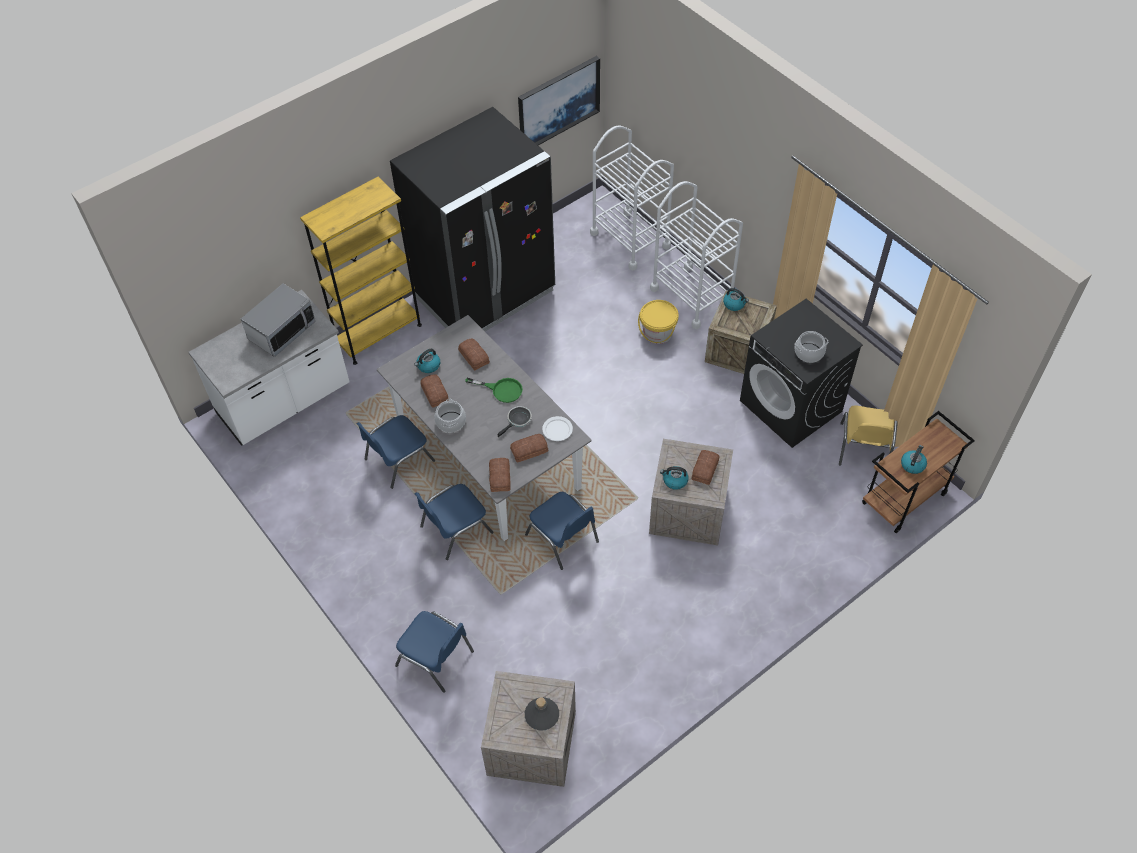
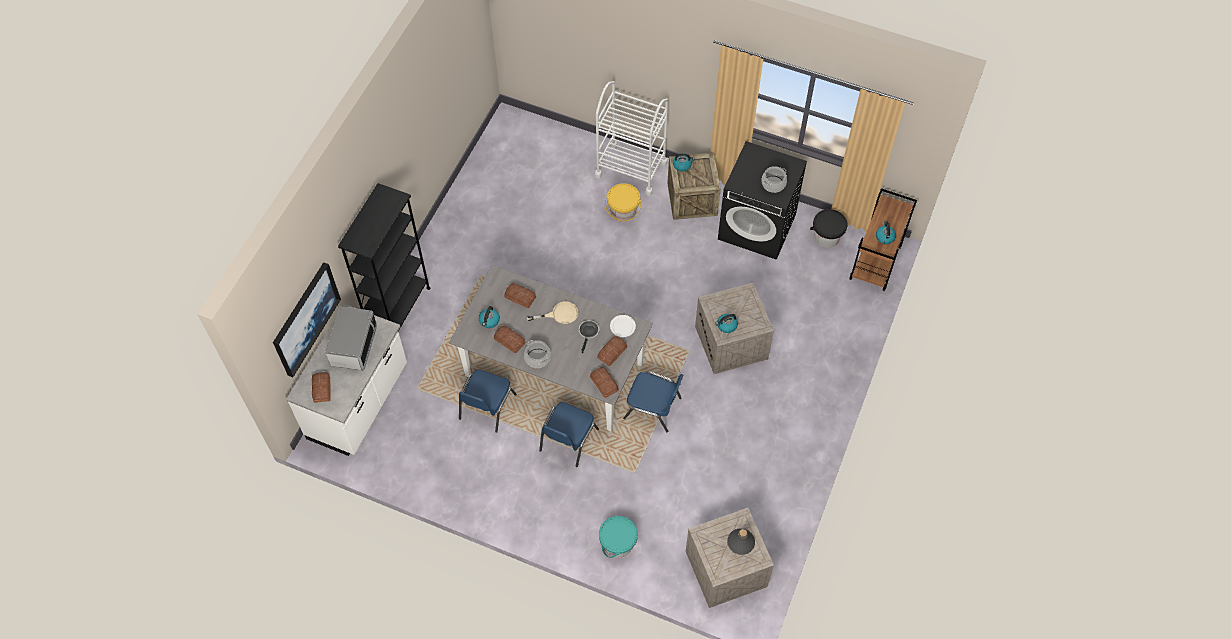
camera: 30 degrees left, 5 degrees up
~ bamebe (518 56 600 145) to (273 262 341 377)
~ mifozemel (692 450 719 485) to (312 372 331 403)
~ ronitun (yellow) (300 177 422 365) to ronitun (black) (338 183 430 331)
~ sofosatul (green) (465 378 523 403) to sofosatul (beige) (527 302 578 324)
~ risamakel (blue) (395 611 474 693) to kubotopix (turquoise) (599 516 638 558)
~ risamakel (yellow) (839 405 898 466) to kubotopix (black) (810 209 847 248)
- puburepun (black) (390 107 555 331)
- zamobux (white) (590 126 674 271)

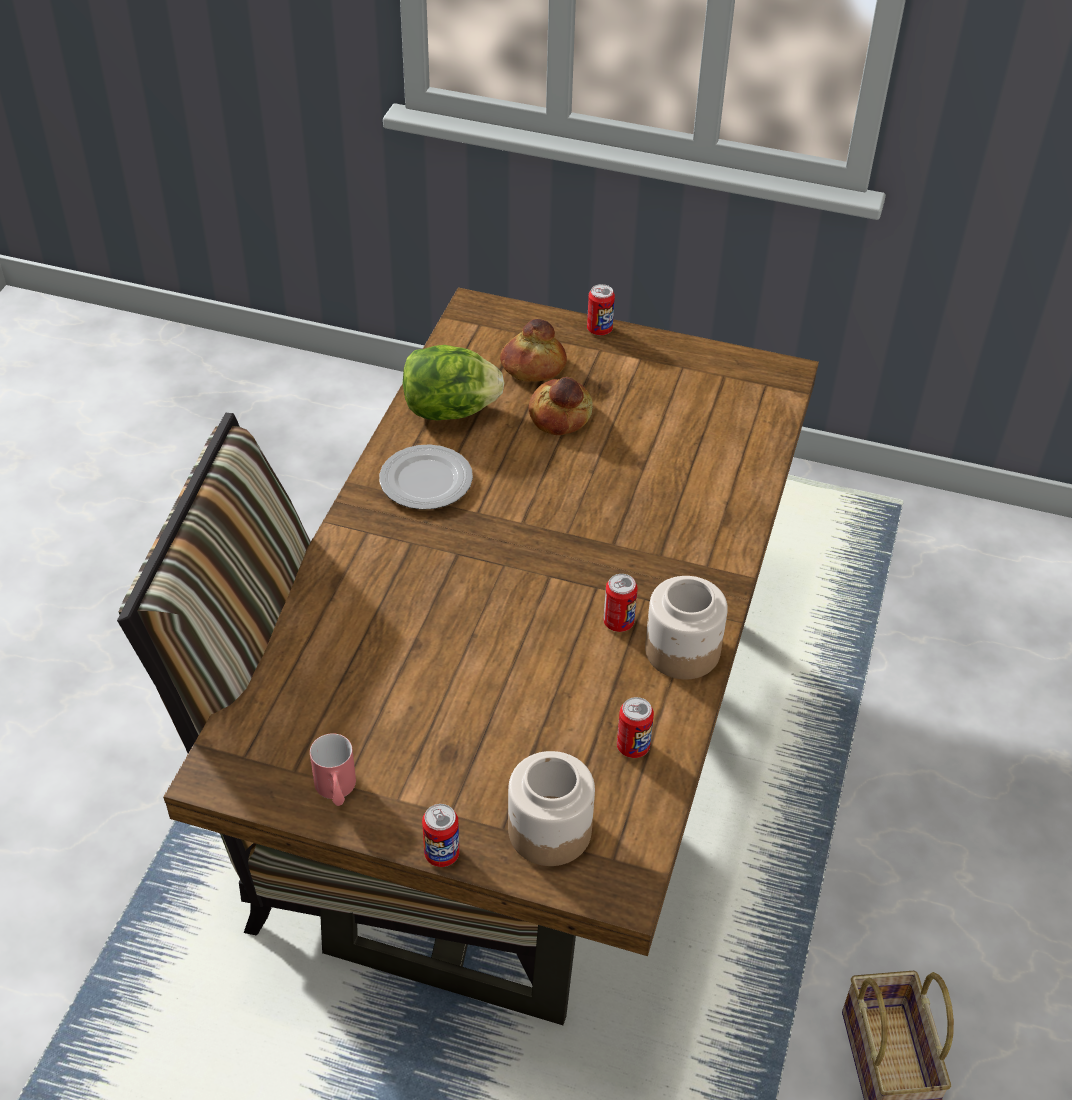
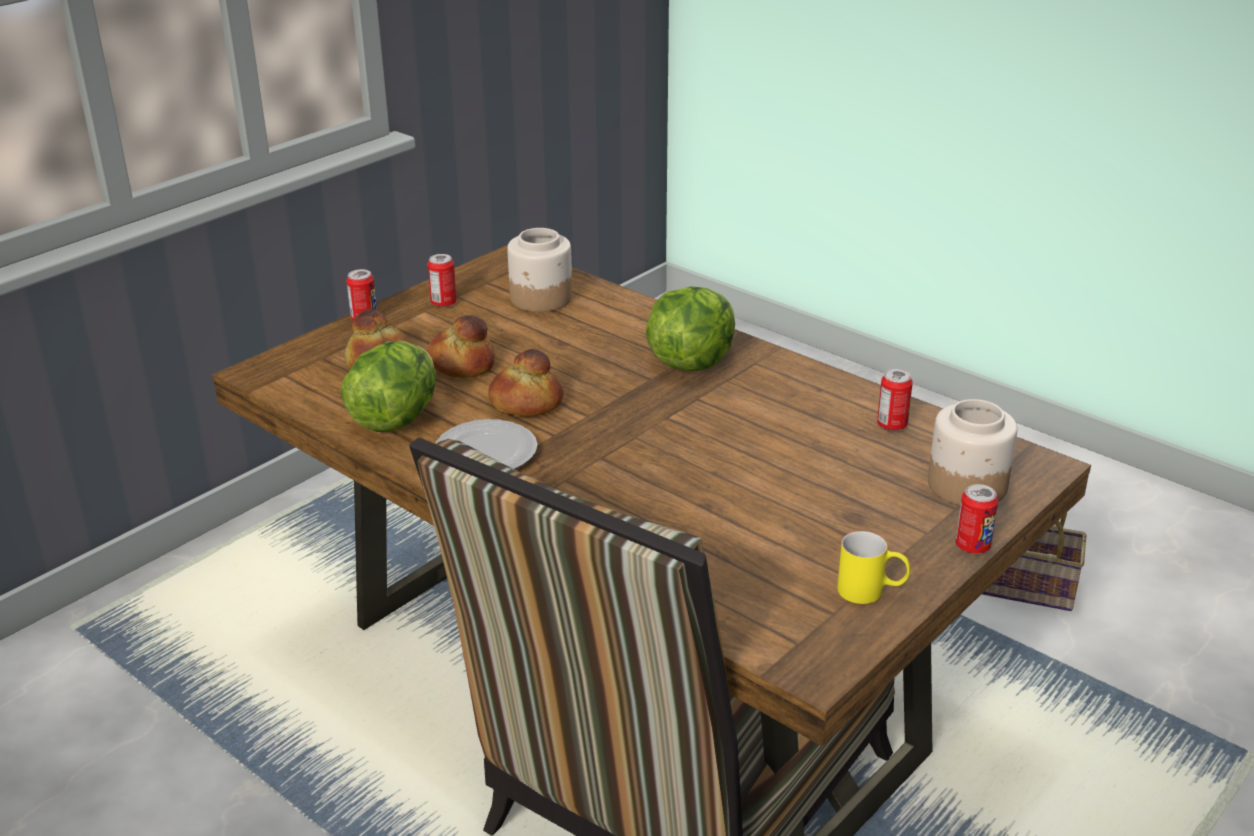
camera: 65 degrees left, 15 degrees down
~ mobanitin (603 574 638 632) to (428 254 457 307)
+ mifozemel (488 349 564 417)
~ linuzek (645 576 728 679) to (507 228 572 312)
+ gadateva (646 286 735 372)
~ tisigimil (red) (310 733 356 806) to tisigimil (yellow) (837 531 910 604)

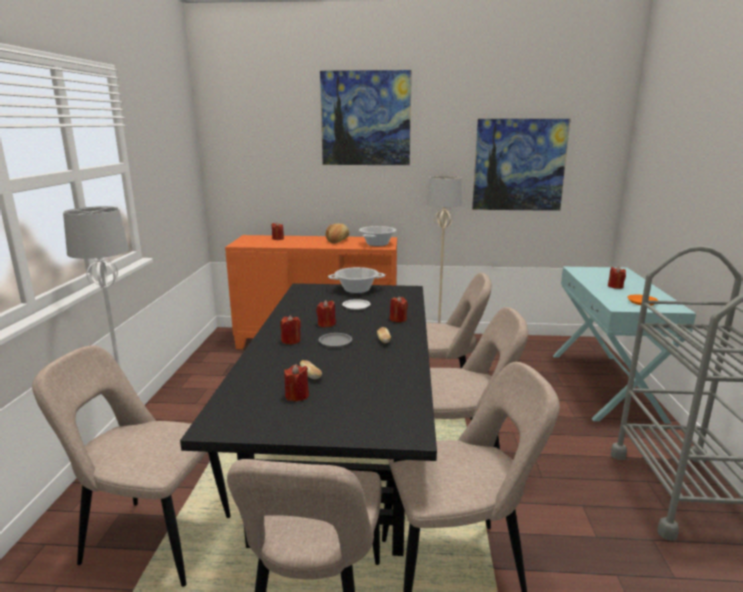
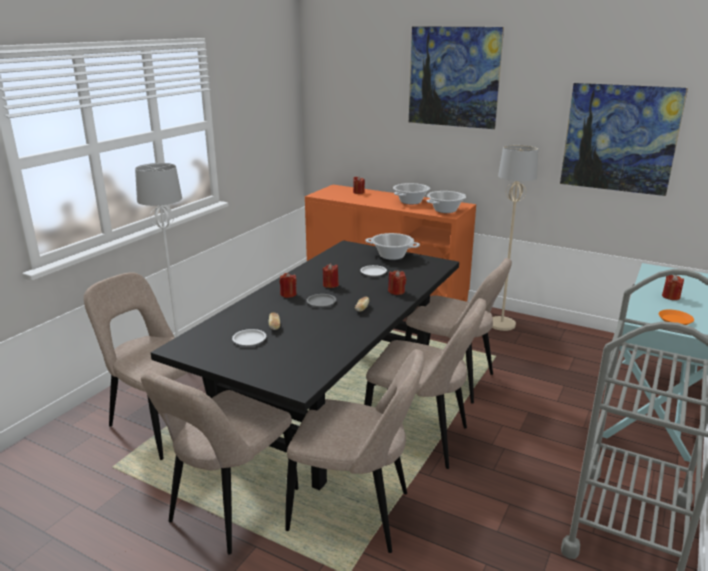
camera: 25 degrees right, 5 degrees up
~ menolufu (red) (284 364 309 401) to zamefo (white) (232 329 266 346)
~ mifozemel (326 223 349 244) to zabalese (393 183 430 204)

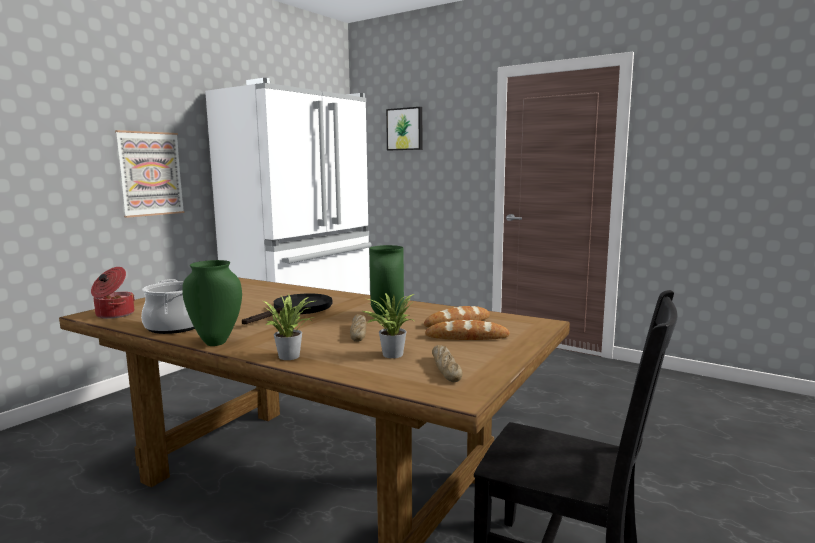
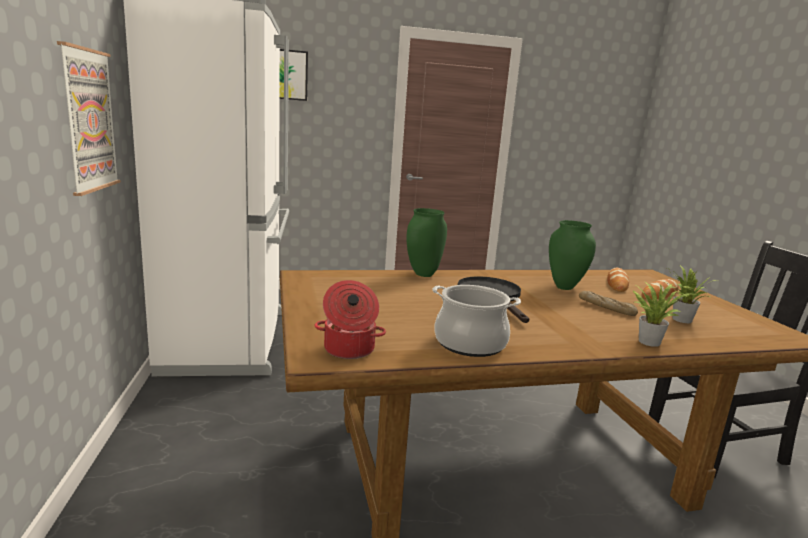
camera: 45 degrees left, 5 degrees up
~ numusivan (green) (182 260 242 346) to (406 208 447 277)
- mifozemel (432 345 463 382)

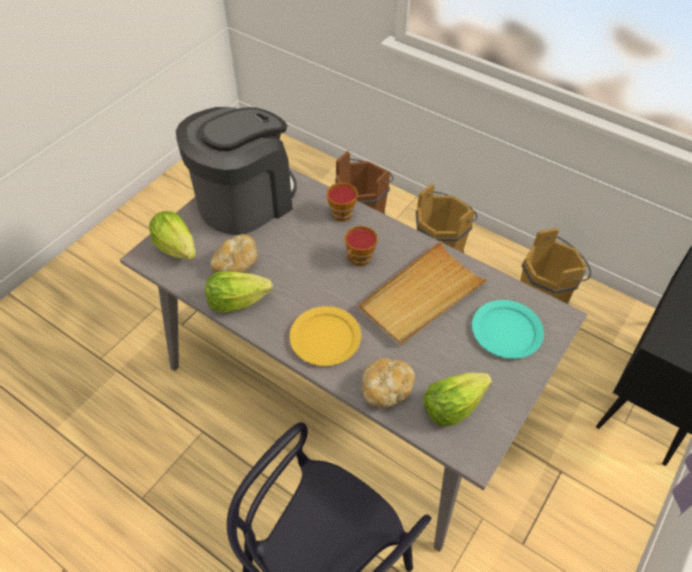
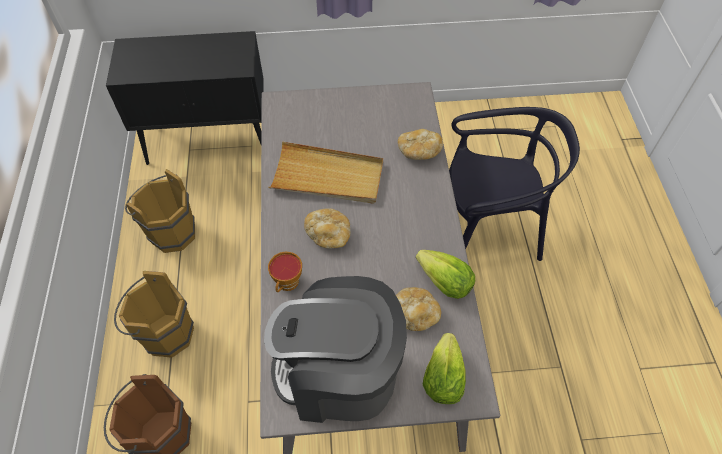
camera: 130 degrees left, 5 degrees up
~ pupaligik (345 226 378 266) to mifozemel (304 209 350 249)
- zamefo (yellow) (289 306 361 366)
- gadateva (424 373 492 426)
- zamefo (turquoise) (472 300 544 359)

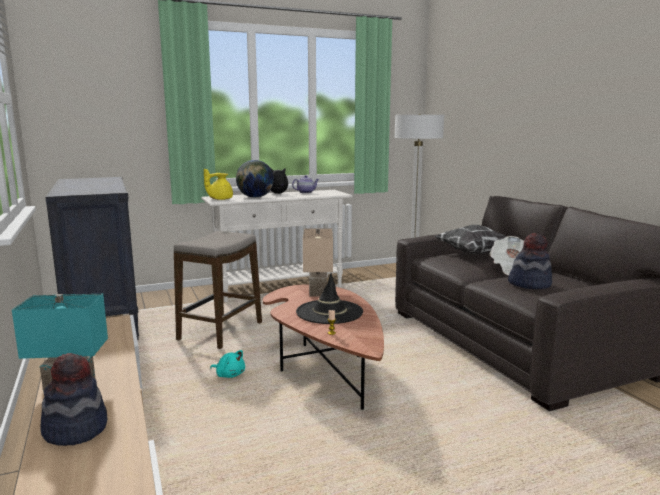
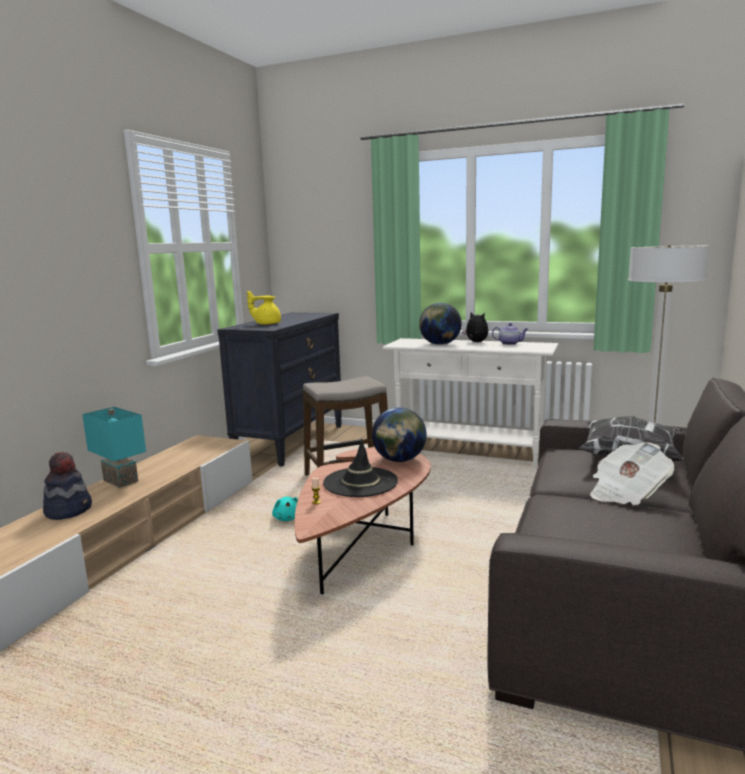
camera: 45 degrees right, 0 degrees up
~ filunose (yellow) (204 169 233 200) to (247 291 281 325)
~ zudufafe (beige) (303 228 333 297) to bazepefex (372 407 427 462)
- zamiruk (508 233 552 289)

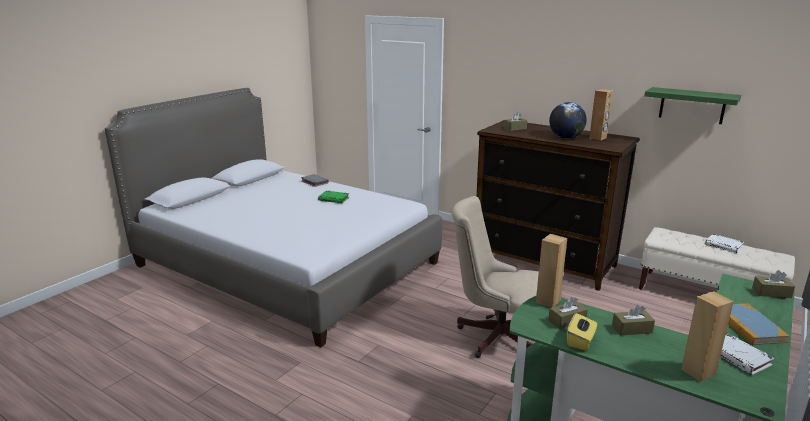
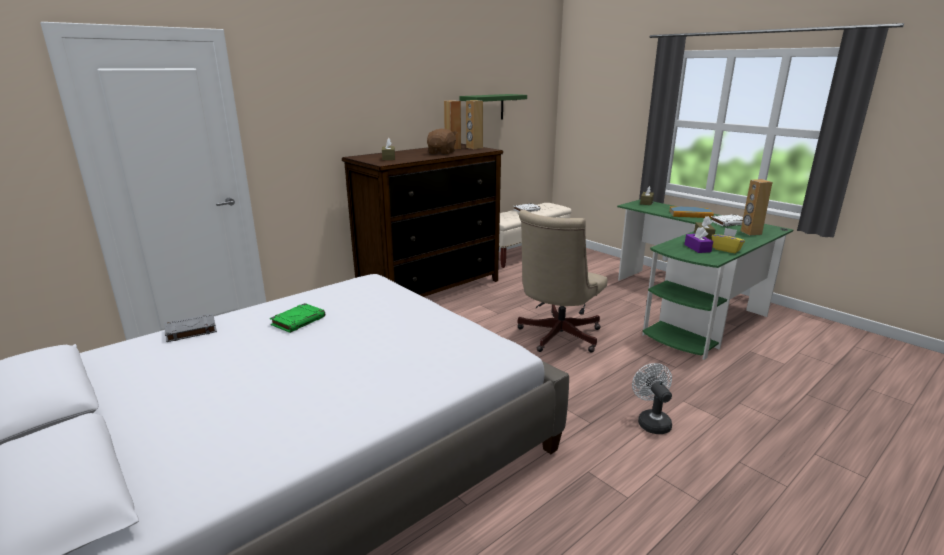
camera: 75 degrees left, 0 degrees up
~ bazepefex (549 102 587 139) to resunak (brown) (427 129 457 155)
~ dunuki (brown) (536 234 567 308) to (466 100 483 149)
+ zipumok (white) (632 363 672 434)
~ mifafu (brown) (548 297 588 329) to mifafu (purple) (684 227 713 253)

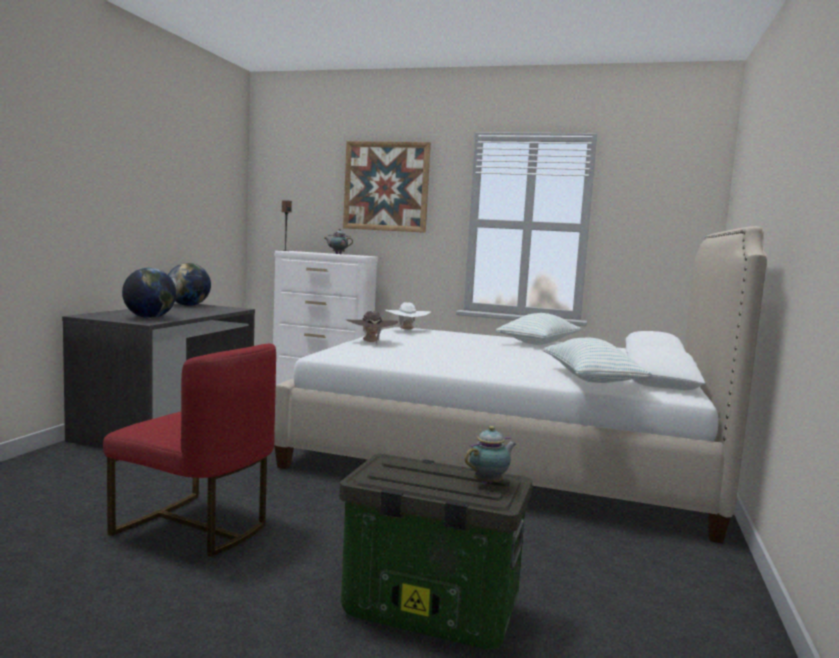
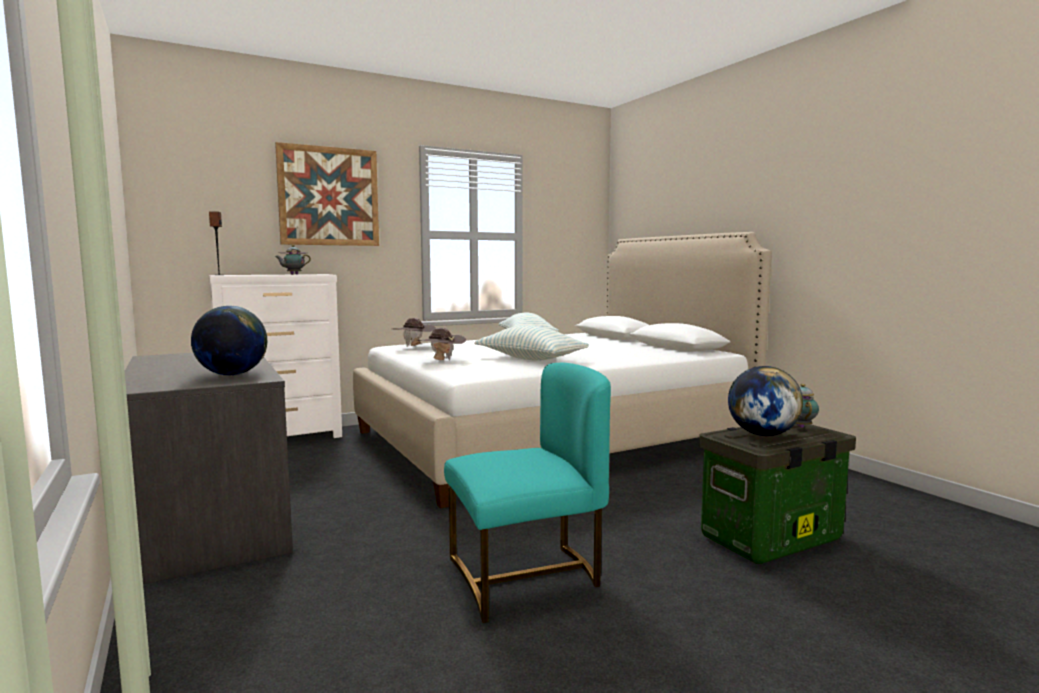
camera: 45 degrees left, 0 degrees up
~ zamiruk (white) (385 302 431 329) to zamiruk (brown) (394 318 436 346)
~ risamakel (red) (103 344 276 557) to risamakel (turquoise) (444 363 611 623)
~ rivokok (543 338 651 383) to (474 325 589 361)
~ bazepefex (168 263 211 306) to (728 366 803 436)

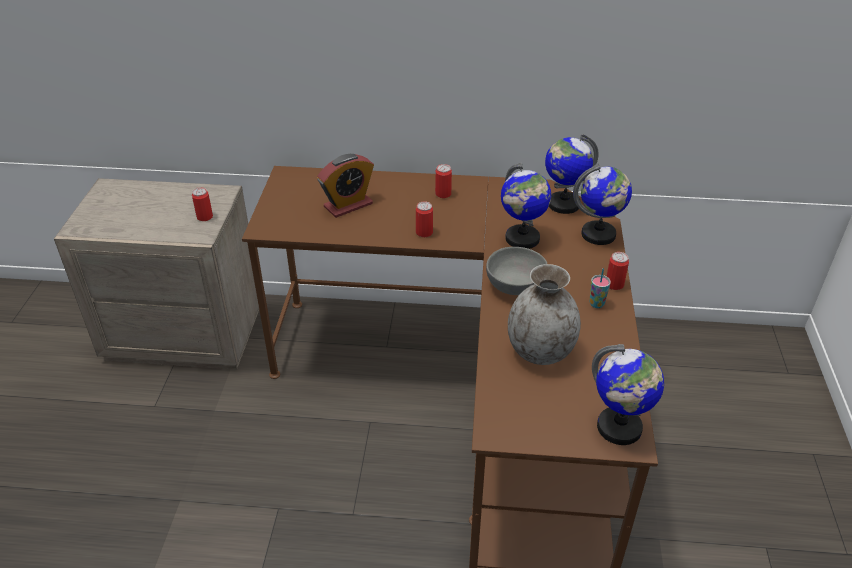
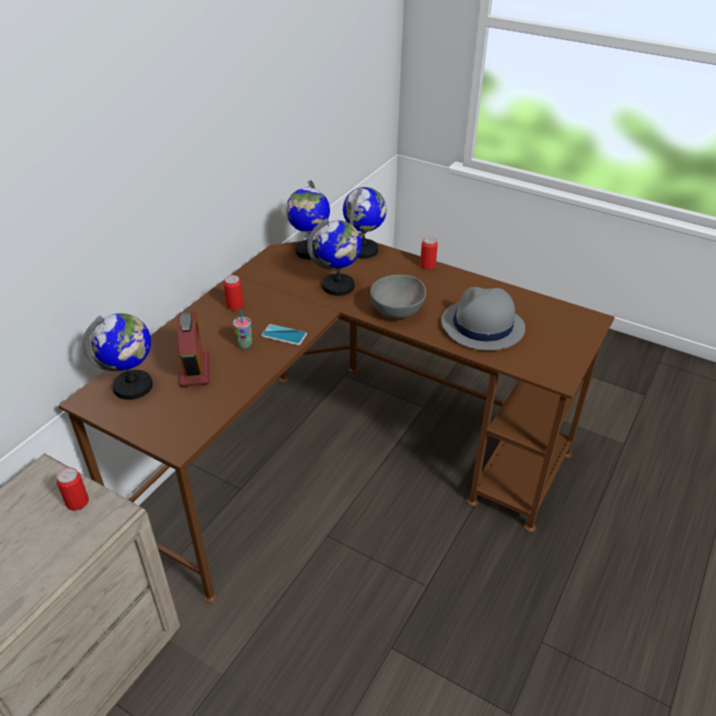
camera: 65 degrees left, 0 degrees up
~ bazepefex (592 344 664 445) to (82 313 153 400)
~ pupaligik (589 268 611 308) to (233 310 252 349)
~ mobanitin (416 201 433 237) to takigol (261 324 307 345)
~ numusivan (grey) (508 264 581 365) to zamiruk (grey) (441 287 525 350)

